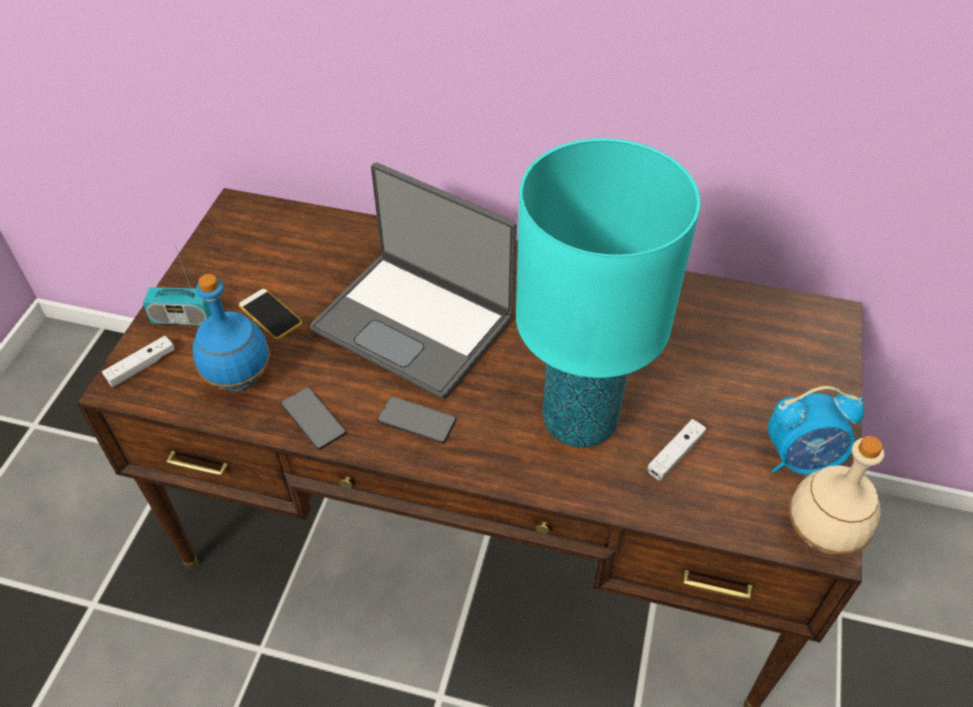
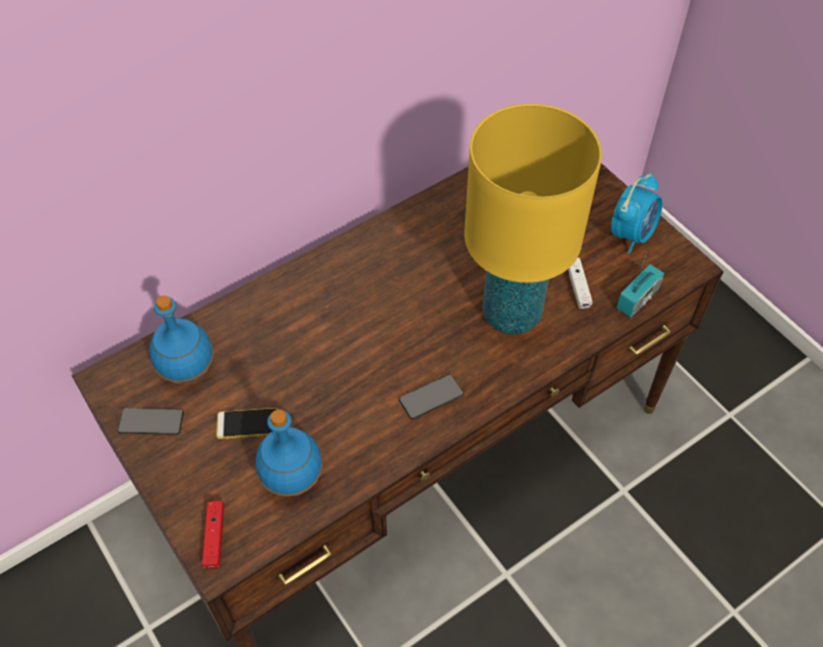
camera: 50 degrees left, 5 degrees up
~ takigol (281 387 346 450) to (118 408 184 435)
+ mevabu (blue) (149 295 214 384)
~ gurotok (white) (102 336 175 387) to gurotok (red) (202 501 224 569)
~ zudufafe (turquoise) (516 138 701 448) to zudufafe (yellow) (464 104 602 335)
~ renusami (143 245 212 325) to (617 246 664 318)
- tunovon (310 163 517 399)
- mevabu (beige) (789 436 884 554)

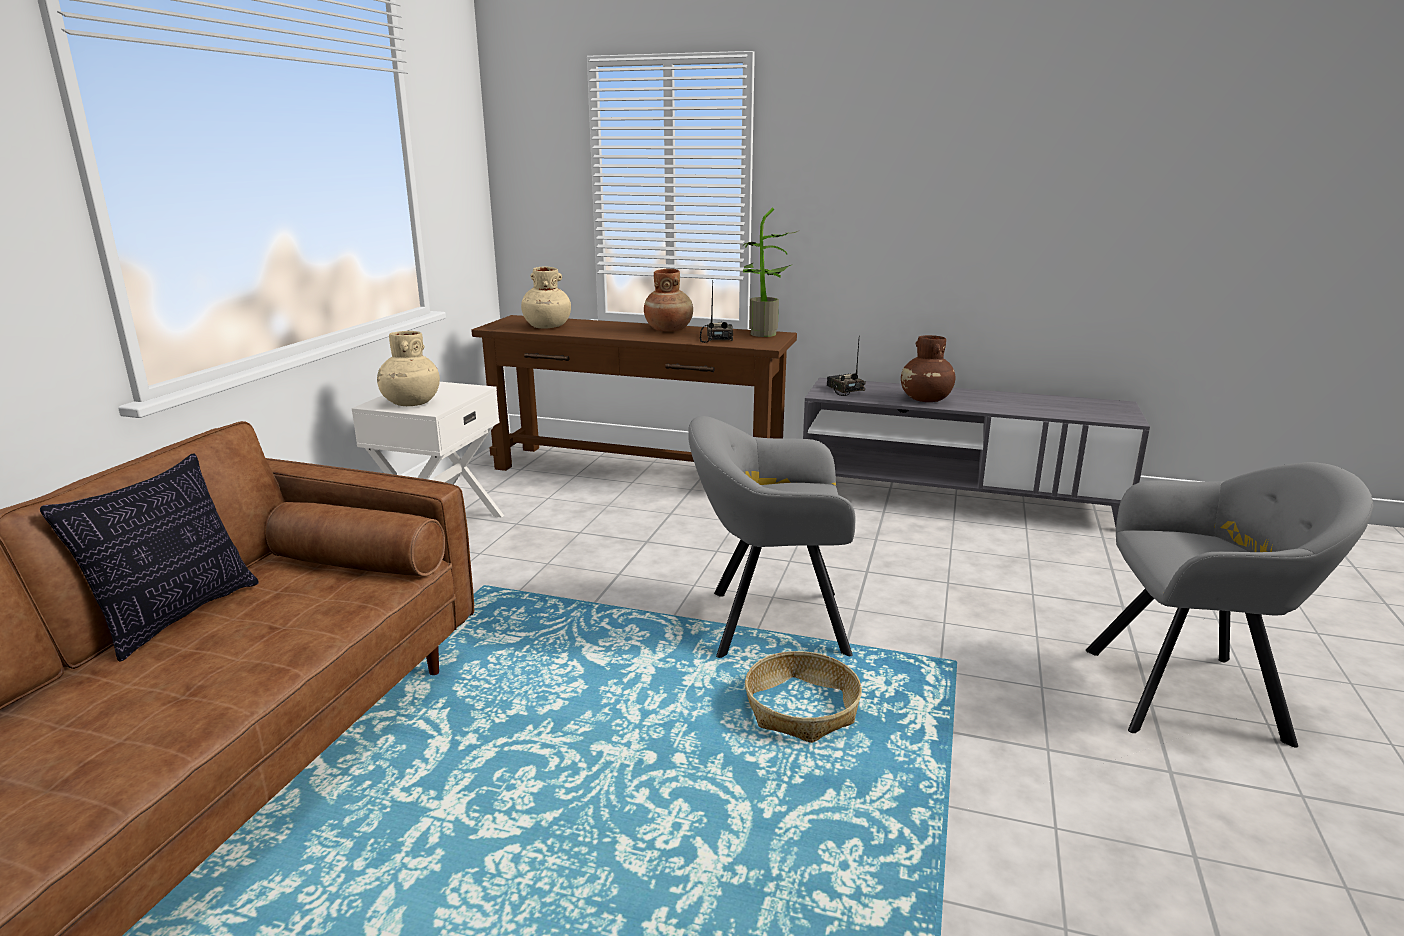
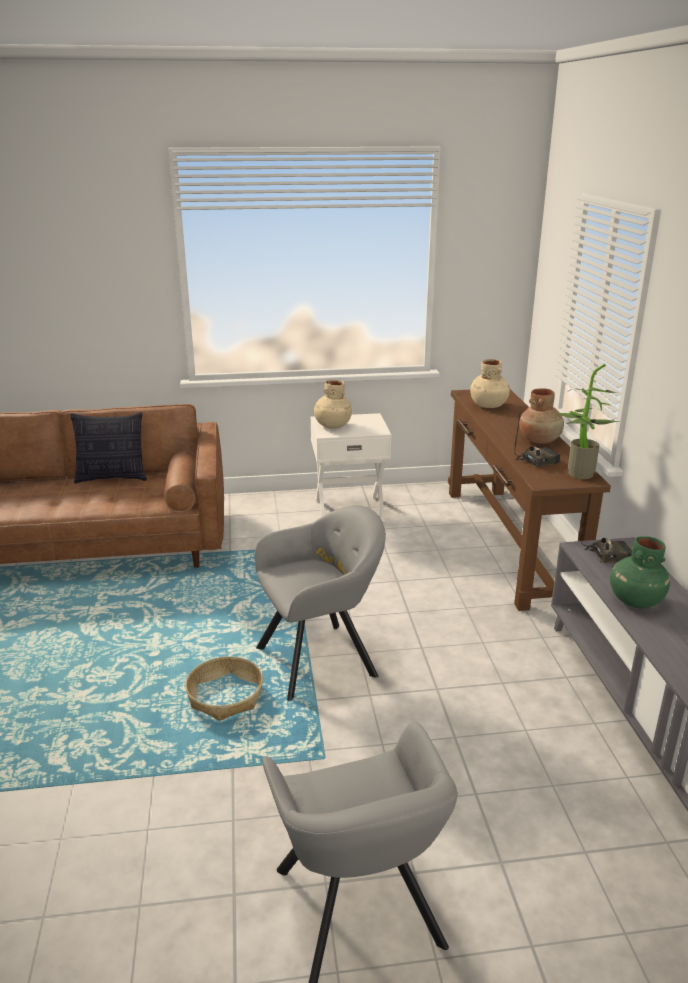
camera: 65 degrees right, 5 degrees up
~ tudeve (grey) (688 416 855 658) = (255 505 386 701) 90 degrees clockwise
~ renusami (827 335 866 396) = (581 500 632 563) 45 degrees clockwise
~ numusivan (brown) (901 335 956 402) to numusivan (green) (610 536 670 608)

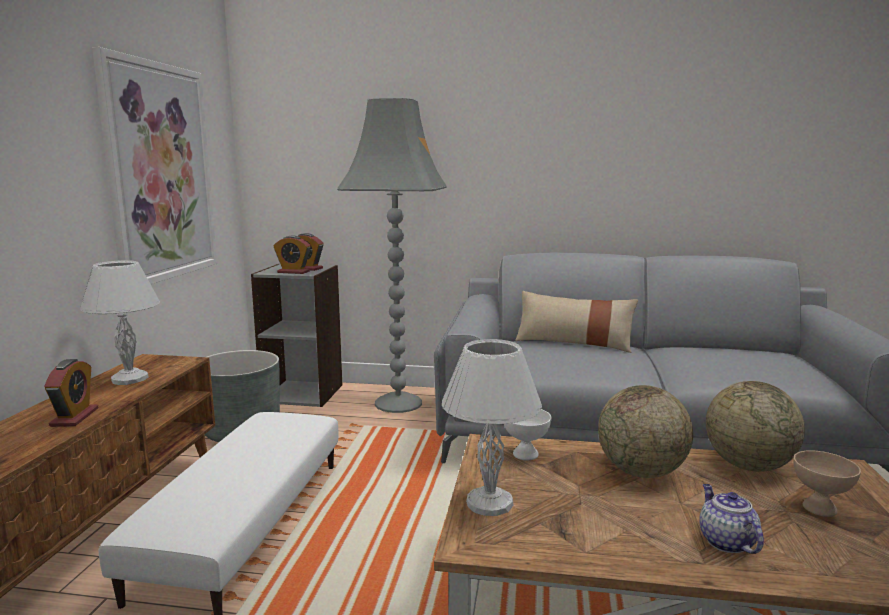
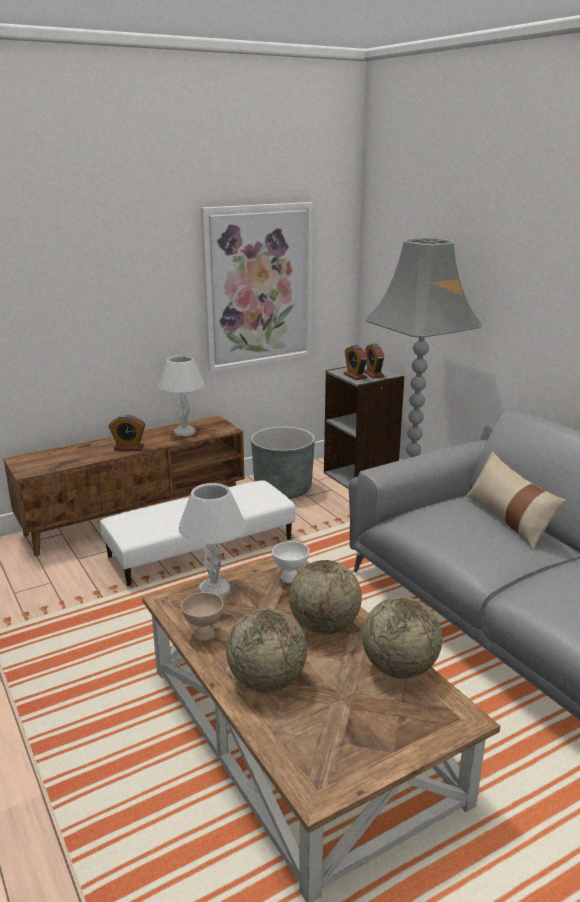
camera: 50 degrees right, 10 degrees up
~ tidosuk (44 359 99 427) = (109 415 145 451) 45 degrees clockwise
~ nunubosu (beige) (793 450 861 517) to (181 592 223 641)
~ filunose (699 484 764 554) to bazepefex (226 608 307 692)

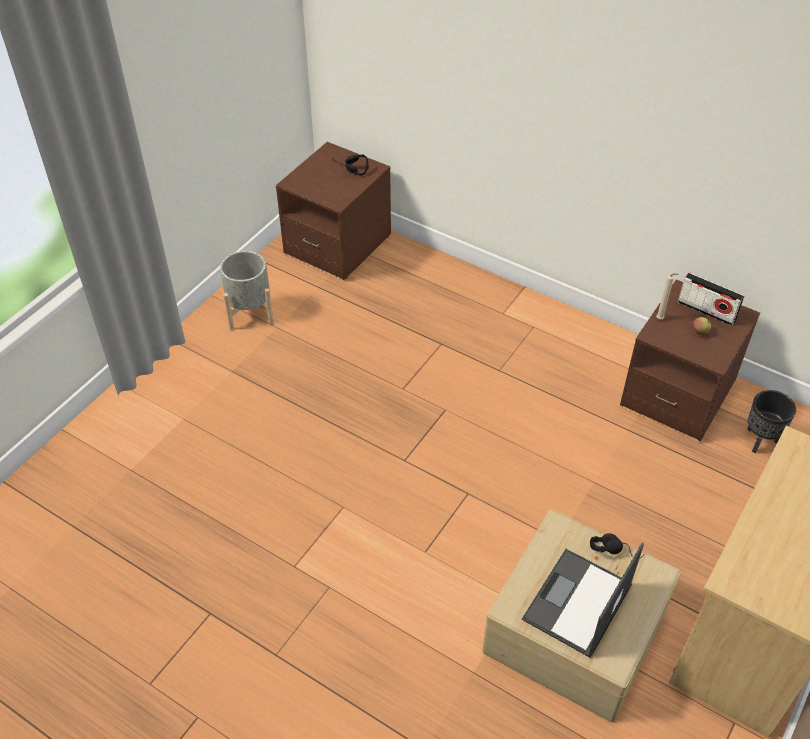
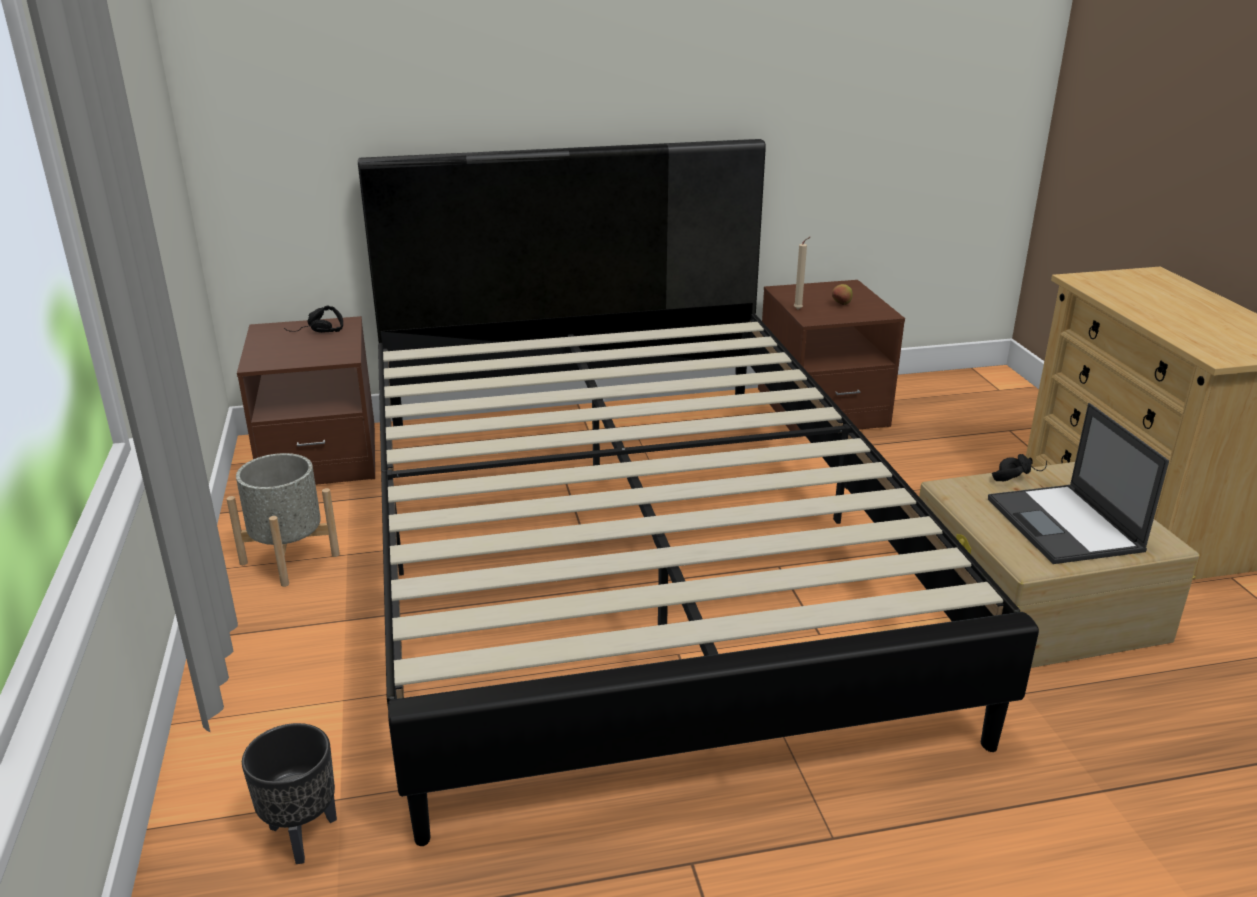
camera: 45 degrees left, 20 degrees down
~ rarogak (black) (747 390 796 453) to (242 723 337 864)
+ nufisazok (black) (358 139 1039 846)
- renusami (678 272 744 326)

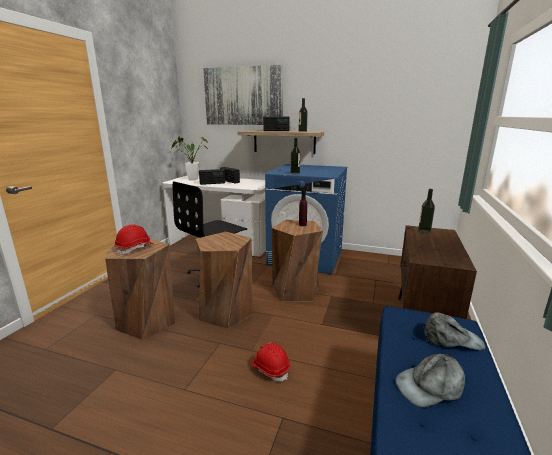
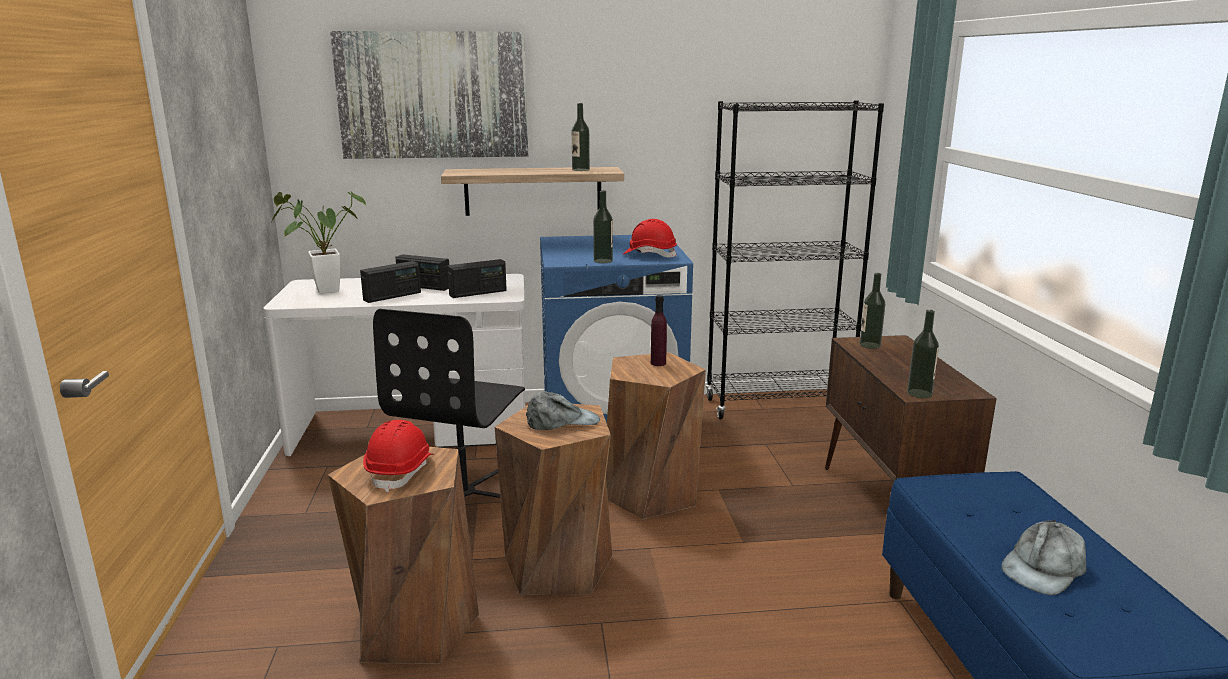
camera: 25 degrees left, 0 degrees up
~ renusami (263 116 290 131) to (447 259 507 298)
~ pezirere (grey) (423 312 486 350) to (526 391 600 430)
~ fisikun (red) (251 343 290 382) to (623 219 677 258)
+ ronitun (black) (706 100 884 419)
+ mevabu (907 310 939 398)

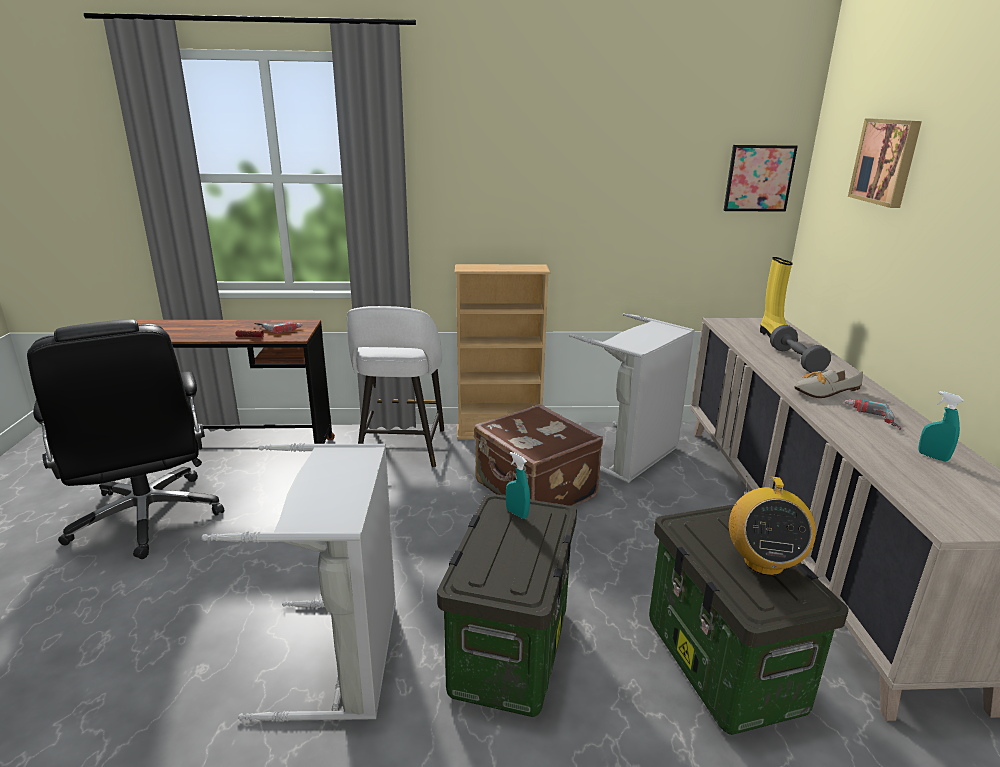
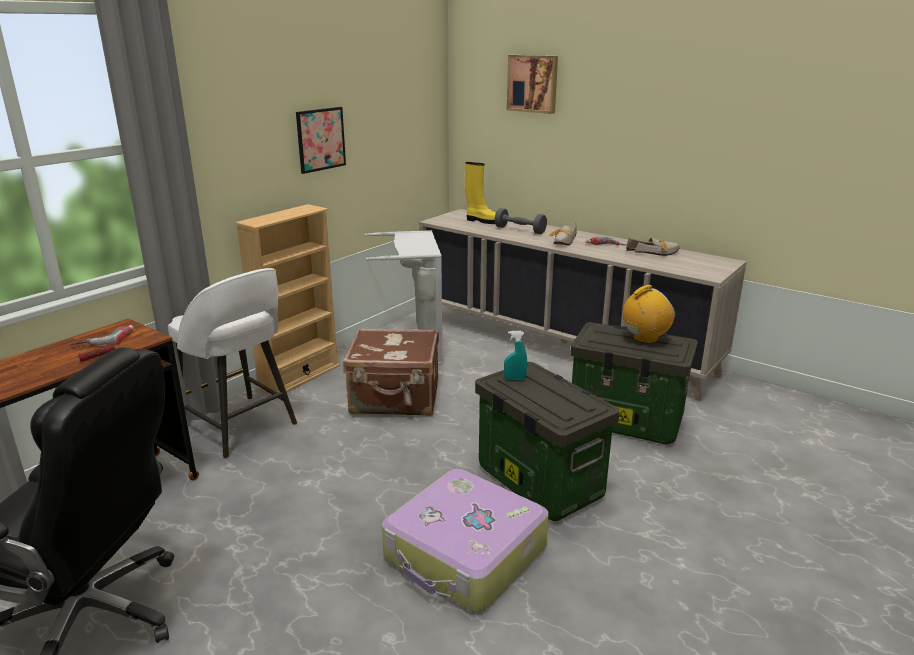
camera: 50 degrees left, 0 degrees up
~ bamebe (723 145 798 212) to (296 107 346 174)
~ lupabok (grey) (201 443 396 722) to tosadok (382 469 549 612)
~ renusami (729 477 816 576) = (623 285 675 343) 75 degrees counterclockwise
~ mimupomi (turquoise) (918 391 963 462) to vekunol (626 237 680 256)

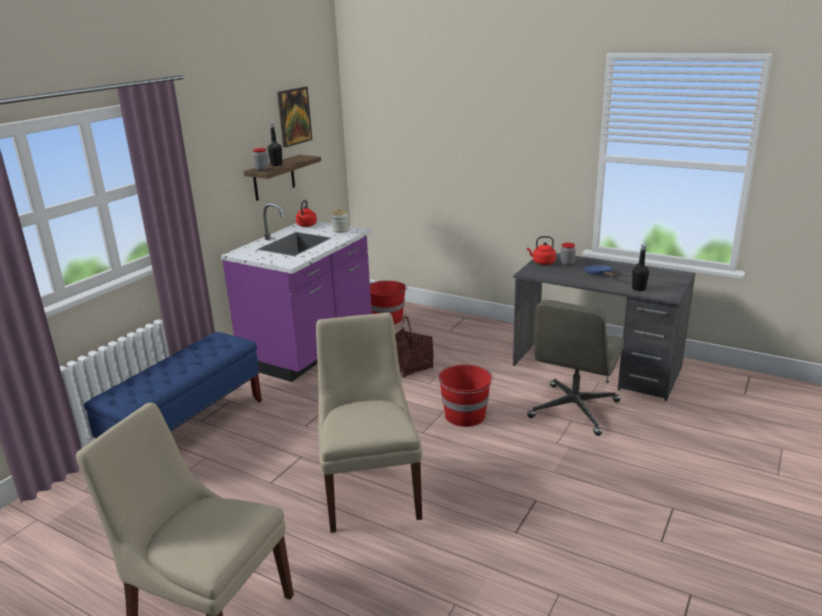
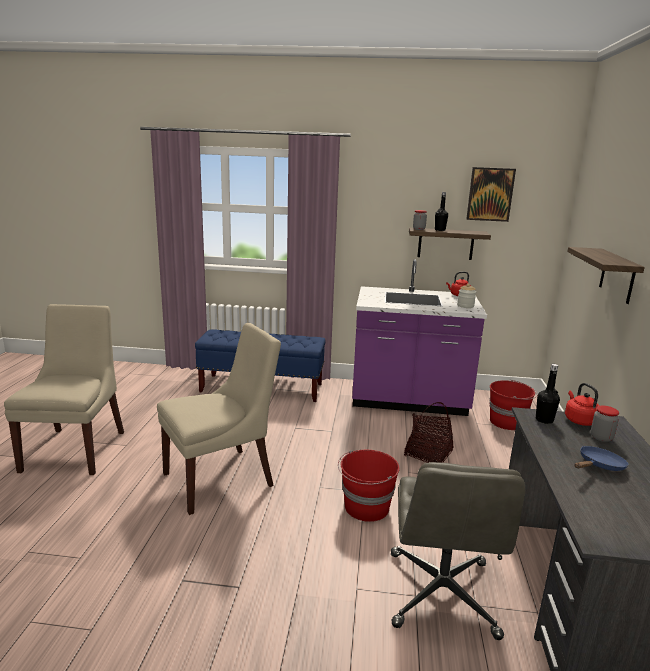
camera: 65 degrees right, 5 degrees down
~ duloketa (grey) (527 300 625 436) = (391 462 525 640) 90 degrees counterclockwise
~ mevabu (black) (632 244 649 291) to (536 364 560 424)
+ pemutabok (567 247 645 304)

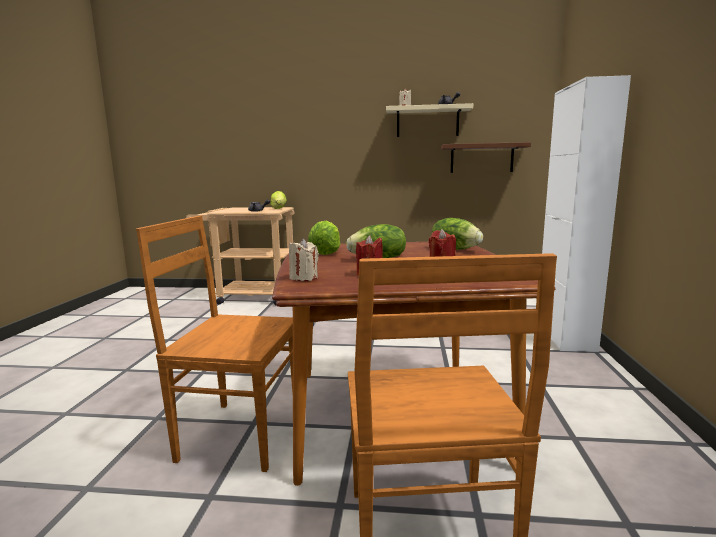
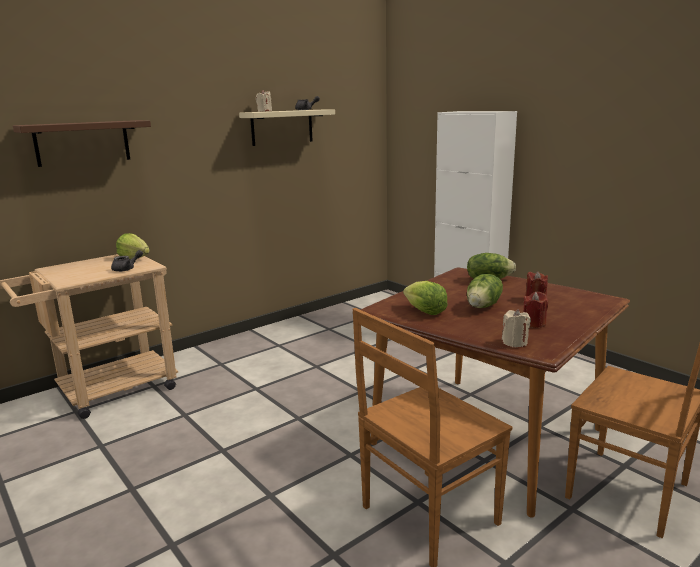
camera: 45 degrees left, 5 degrees up
~ pemutabok (brown) (441 142 531 173) to (13 120 151 167)

